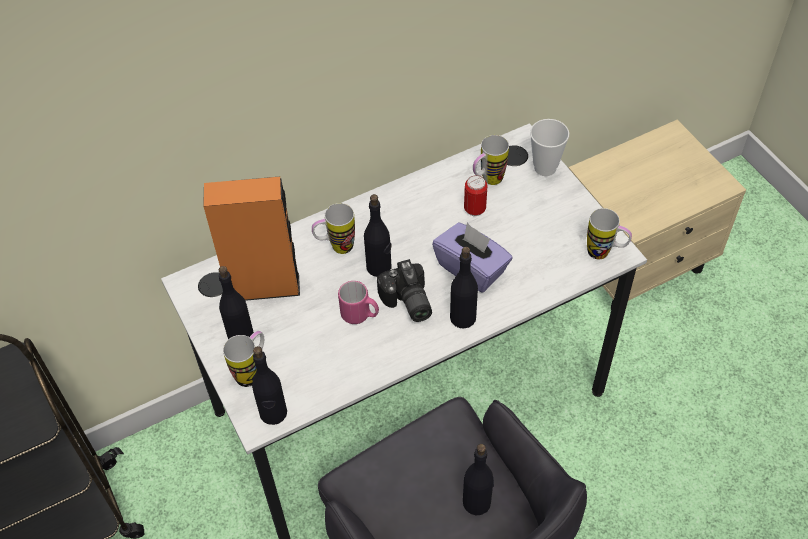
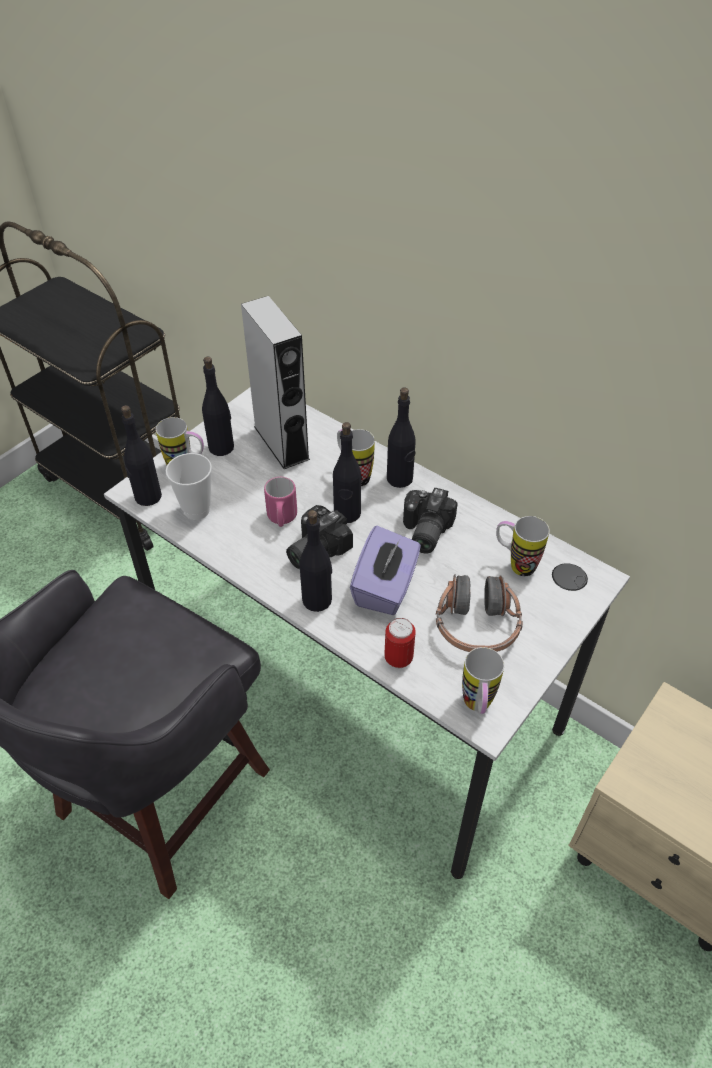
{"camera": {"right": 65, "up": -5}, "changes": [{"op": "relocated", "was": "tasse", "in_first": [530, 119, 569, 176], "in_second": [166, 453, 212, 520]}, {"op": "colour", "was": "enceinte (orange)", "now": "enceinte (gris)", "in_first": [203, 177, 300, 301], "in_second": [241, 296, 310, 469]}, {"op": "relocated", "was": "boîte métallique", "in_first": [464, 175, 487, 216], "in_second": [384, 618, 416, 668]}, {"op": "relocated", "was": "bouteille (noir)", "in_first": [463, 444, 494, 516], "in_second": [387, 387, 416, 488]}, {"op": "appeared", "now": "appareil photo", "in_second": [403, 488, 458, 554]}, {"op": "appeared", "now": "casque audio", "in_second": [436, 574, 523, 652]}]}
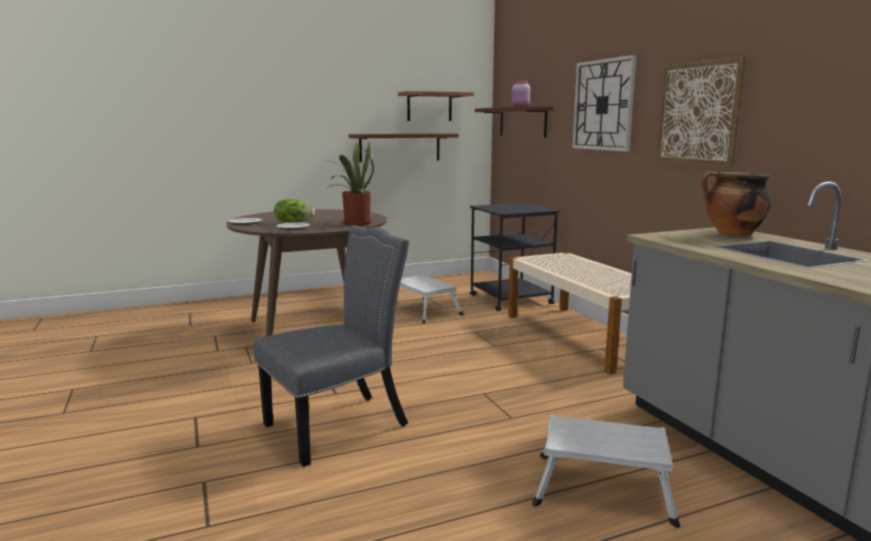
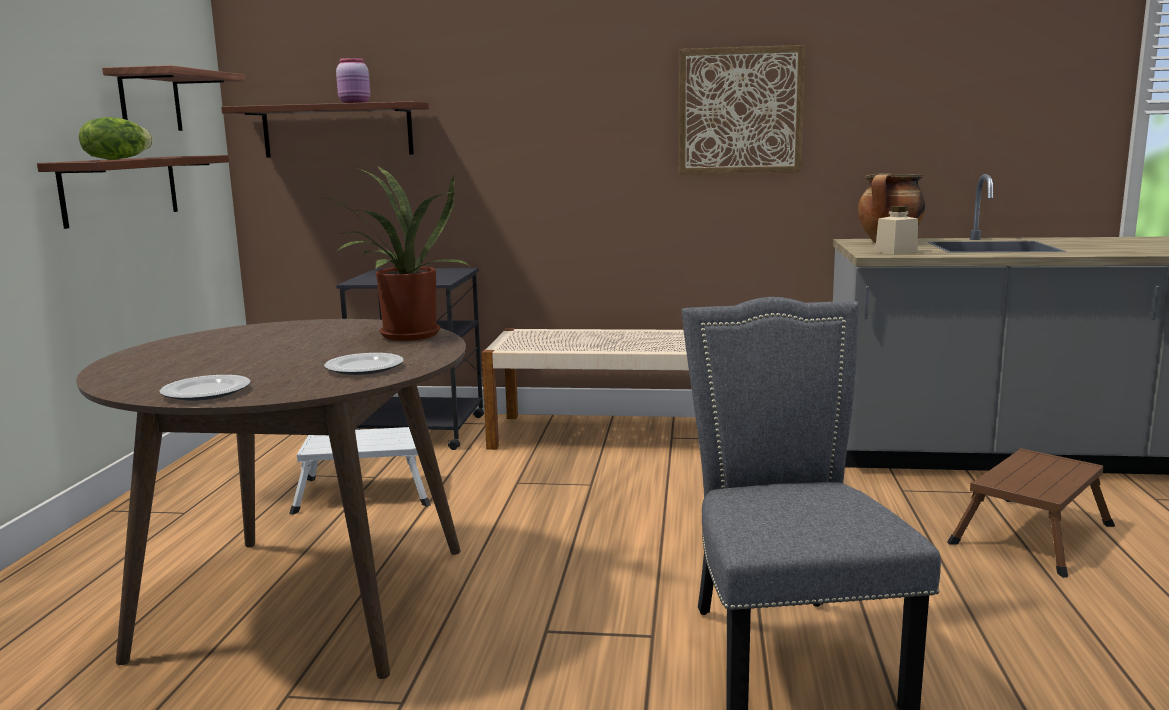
{"camera": {"right": -60, "up": 0}, "changes": [{"op": "relocated", "was": "laitue", "in_first": [274, 199, 315, 223], "in_second": [79, 117, 153, 160]}, {"op": "appeared", "now": "bocal (beige)", "in_second": [875, 206, 918, 254]}, {"op": "colour", "was": "escabeau (blanc)", "now": "escabeau (marron)", "in_first": [531, 415, 681, 528], "in_second": [947, 448, 1115, 578]}, {"op": "missing", "was": "horloge murale", "in_first": [573, 55, 637, 151]}]}
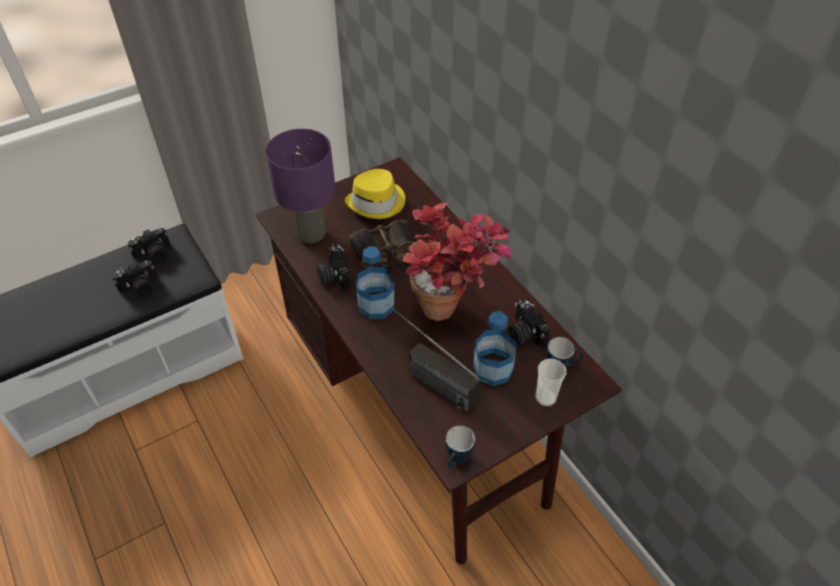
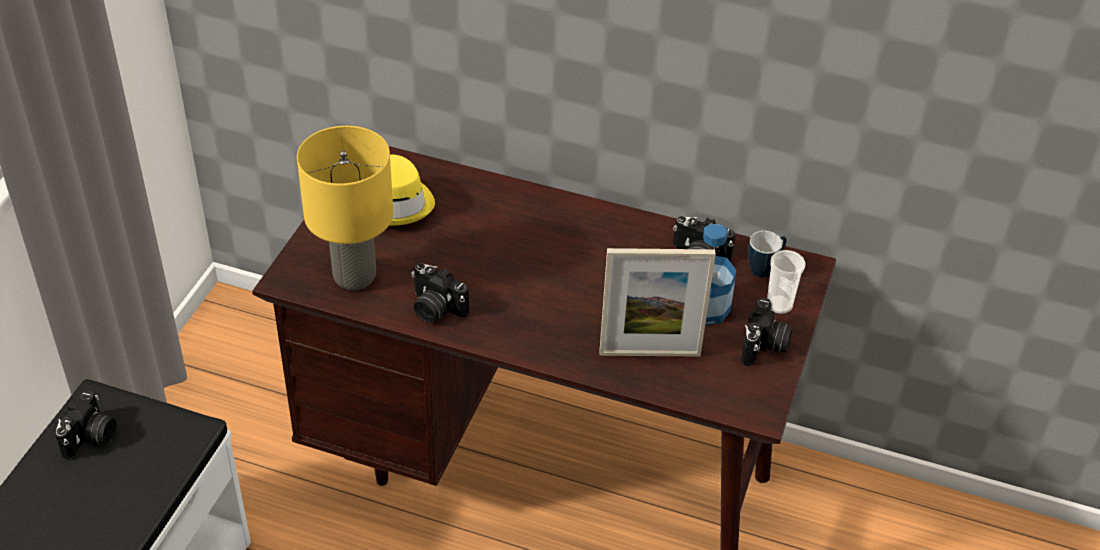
{"camera": {"right": -40, "up": -5}, "changes": [{"op": "colour", "was": "lampe de table (violet)", "now": "lampe de table (jaune)", "in_first": [266, 129, 336, 243], "in_second": [297, 126, 394, 291]}, {"op": "exchanged", "was": "radio", "now": "cadre photo", "in_first": [387, 303, 481, 412], "in_second": [599, 248, 716, 356]}, {"op": "relocated", "was": "appareil photo", "in_first": [112, 260, 157, 296], "in_second": [741, 298, 793, 366]}, {"op": "missing", "was": "jumelles", "in_first": [348, 220, 415, 272]}, {"op": "missing", "was": "bouteille", "in_first": [356, 246, 394, 319]}, {"op": "missing", "was": "plante en pot", "in_first": [403, 202, 512, 321]}, {"op": "missing", "was": "mug", "in_first": [446, 426, 475, 469]}]}
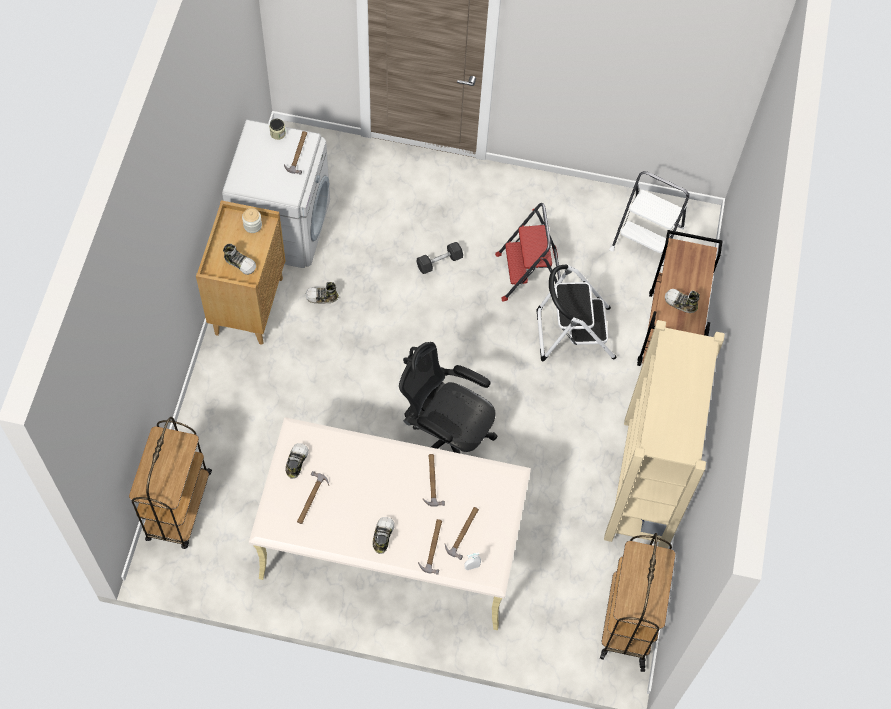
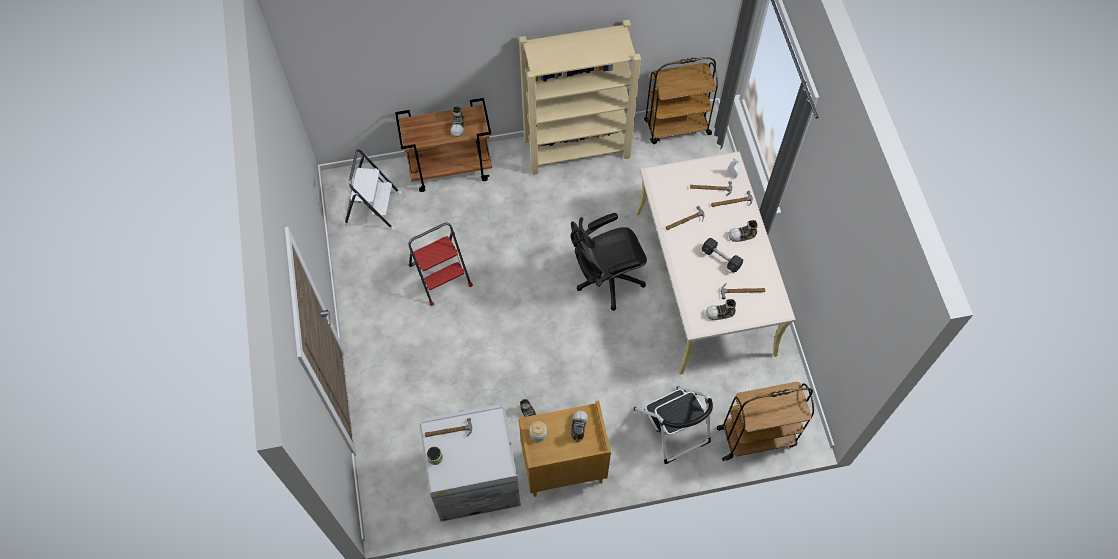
{"camera": {"right": -110, "up": 0}, "changes": [{"op": "spun", "was": "chaise de bureau", "in_first": [399, 342, 497, 454], "in_second": [571, 213, 647, 311], "clockwise": 60}, {"op": "relocated", "was": "escabeau", "in_first": [536, 265, 617, 362], "in_second": [634, 386, 713, 464]}, {"op": "relocated", "was": "haltère (gris)", "in_first": [417, 242, 463, 274], "in_second": [702, 238, 743, 272]}]}
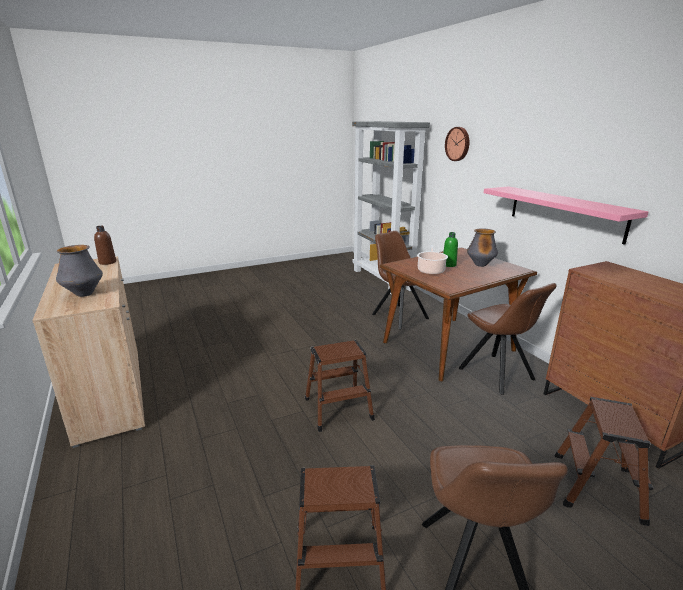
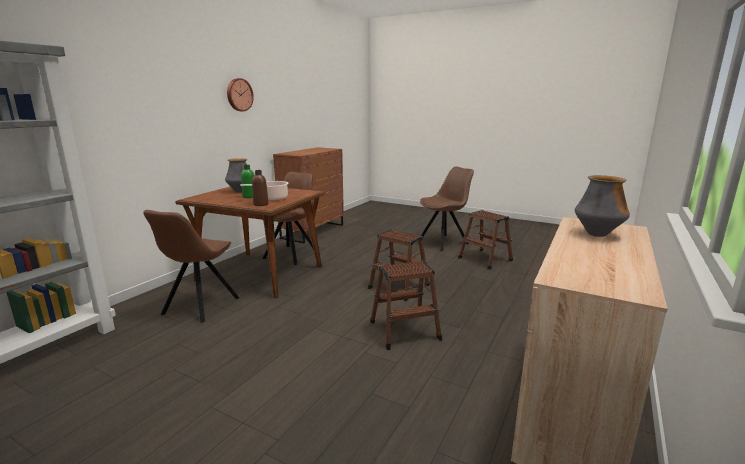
{"camera": {"right": -125, "up": -5}, "changes": [{"op": "relocated", "was": "horloge murale", "in_first": [445, 127, 469, 161], "in_second": [227, 78, 254, 111]}, {"op": "relocated", "was": "bouteille (marron)", "in_first": [94, 226, 116, 265], "in_second": [252, 170, 269, 206]}, {"op": "relocated", "was": "escabeau (marron)", "in_first": [554, 397, 654, 526], "in_second": [370, 261, 442, 350]}, {"op": "missing", "was": "étagère (rose)", "in_first": [484, 186, 648, 245]}]}
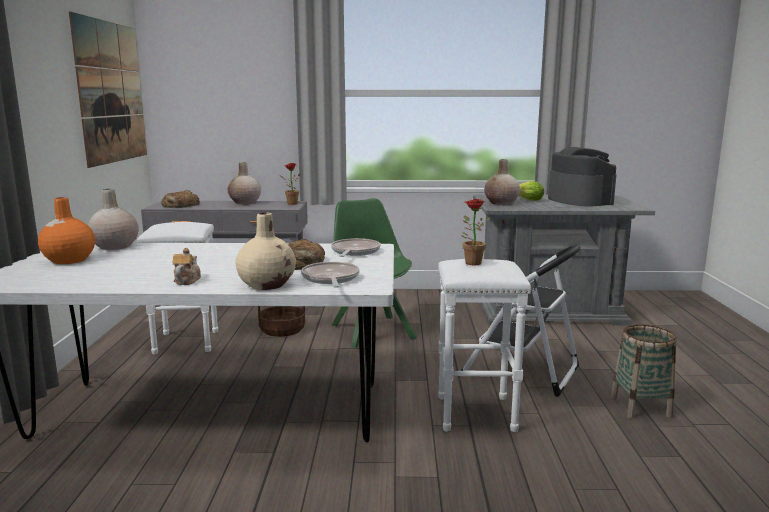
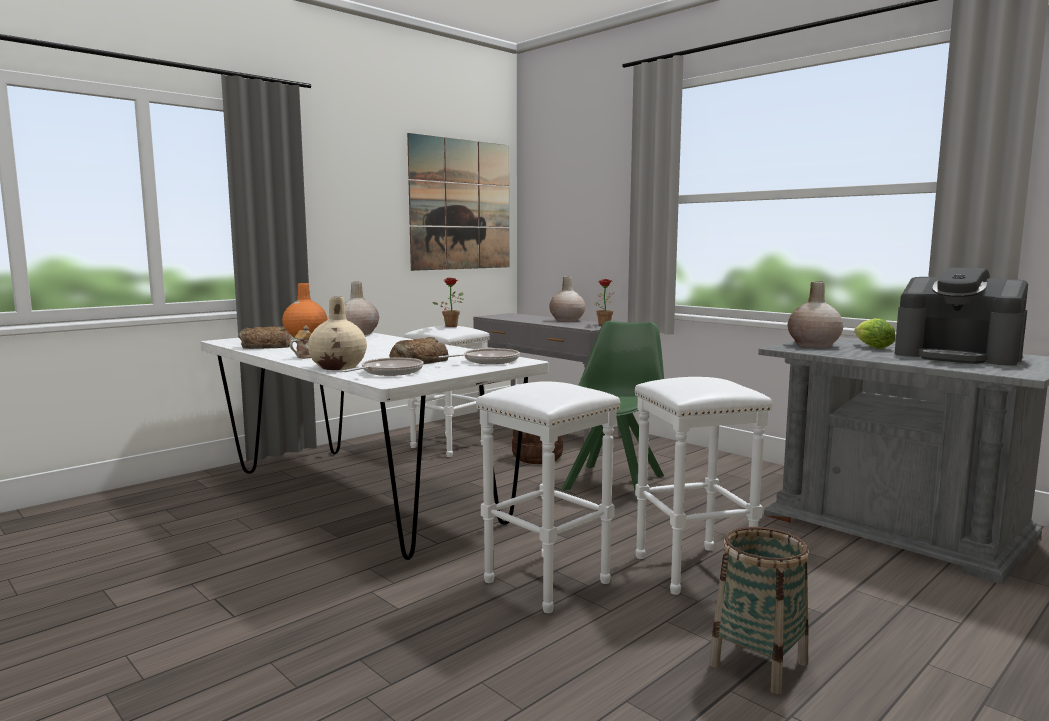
{"camera": {"right": 45, "up": -5}, "changes": [{"op": "relocated", "was": "pain", "in_first": [161, 190, 200, 208], "in_second": [238, 326, 292, 349]}, {"op": "relocated", "was": "plante en pot", "in_first": [461, 199, 491, 265], "in_second": [432, 277, 464, 327]}, {"op": "exchanged", "was": "escabeau", "now": "tabouret (blanc)", "in_first": [461, 244, 580, 397], "in_second": [635, 377, 772, 595]}, {"op": "spun", "was": "machine à café", "in_first": [548, 147, 617, 206], "in_second": [895, 268, 1028, 365], "clockwise": 105}]}
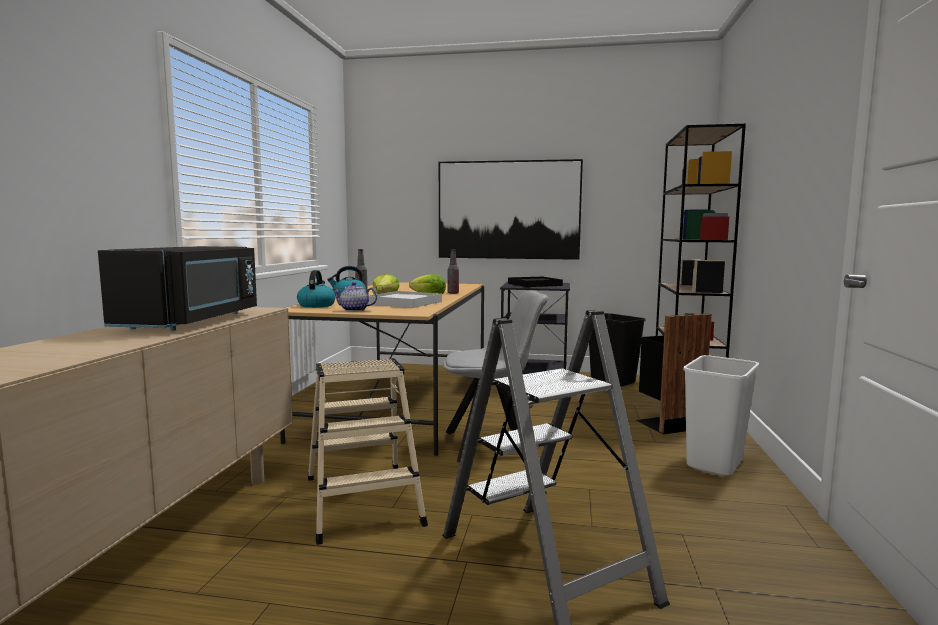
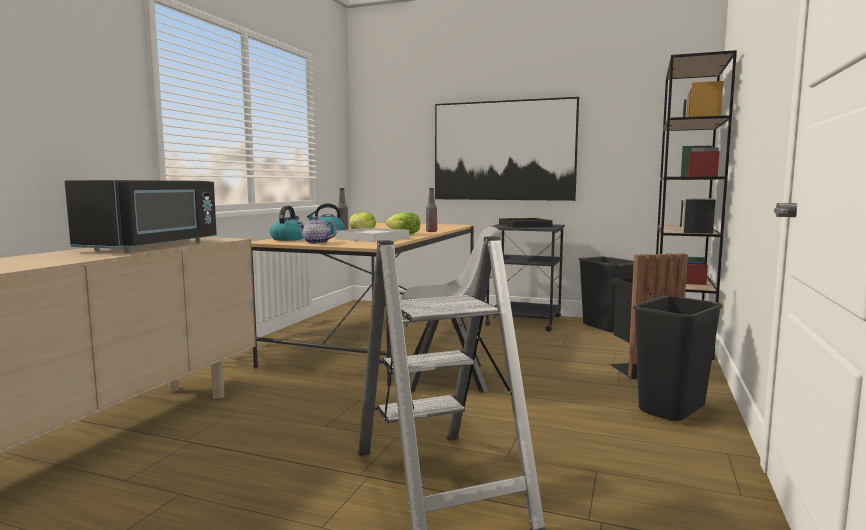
{"camera": {"right": 10, "up": 0}, "changes": [{"op": "colour", "was": "poubelle (blanc)", "now": "poubelle (noir)", "in_first": [683, 355, 759, 476], "in_second": [633, 296, 723, 421]}, {"op": "missing", "was": "escabeau (beige)", "in_first": [308, 358, 428, 545]}]}
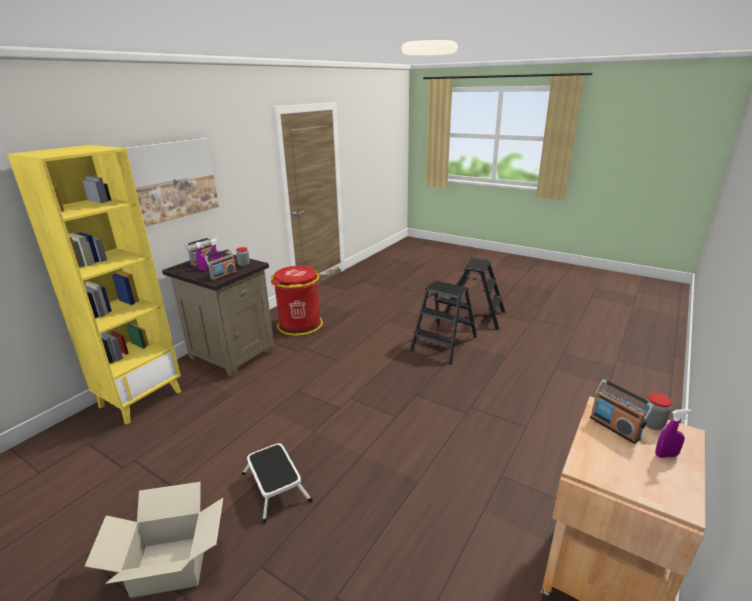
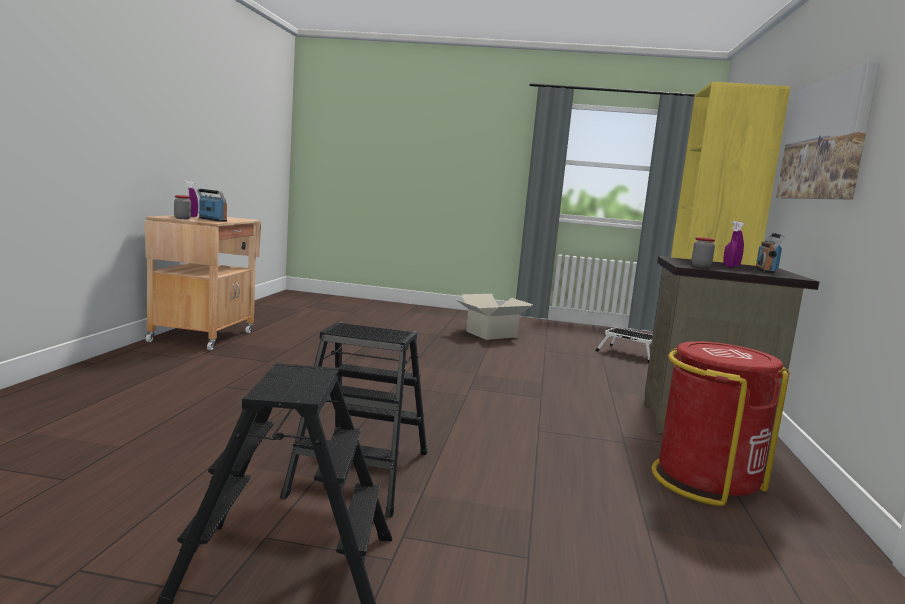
{"camera": {"right": 155, "up": -15}, "changes": [{"op": "relocated", "was": "escabeau (noir)", "in_first": [242, 443, 313, 524], "in_second": [595, 328, 653, 363]}, {"op": "missing", "was": "radio", "in_first": [204, 249, 237, 281]}]}
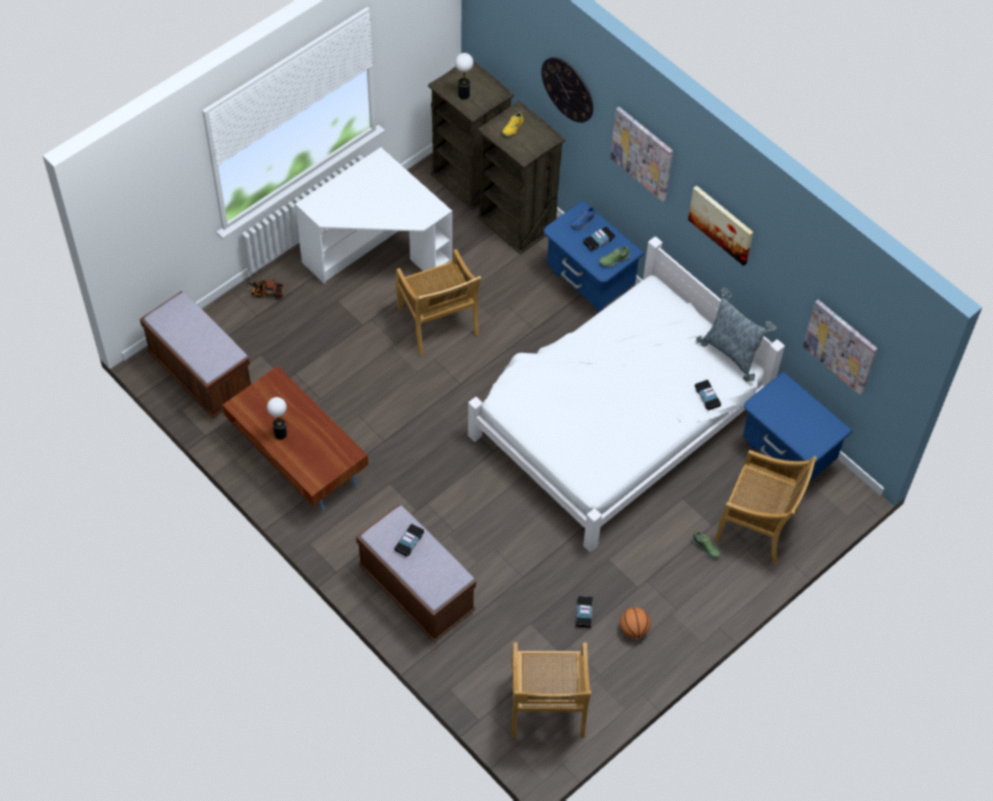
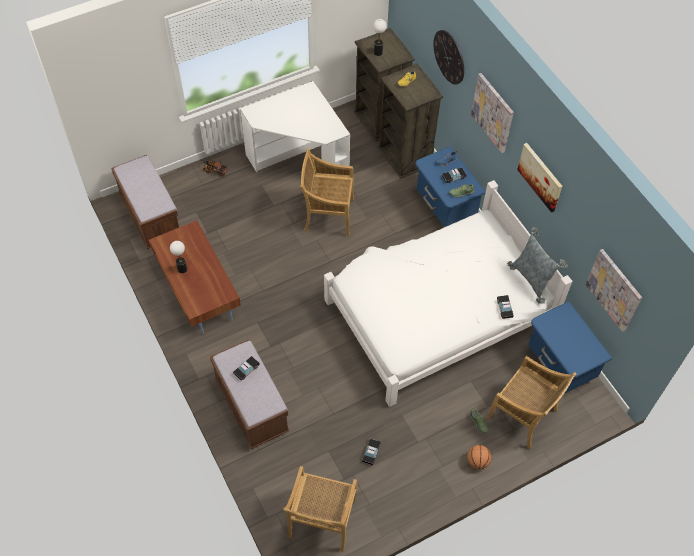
{"camera": {"right": 15, "up": 0}, "changes": [{"op": "spun", "was": "chaise (beige)", "in_first": [396, 249, 481, 355], "in_second": [300, 148, 354, 236], "clockwise": 105}, {"op": "relocated", "was": "ballon de basket", "in_first": [620, 607, 651, 639], "in_second": [467, 445, 491, 469]}]}
